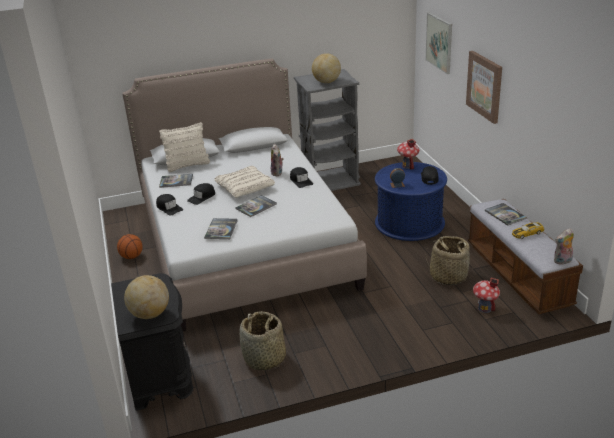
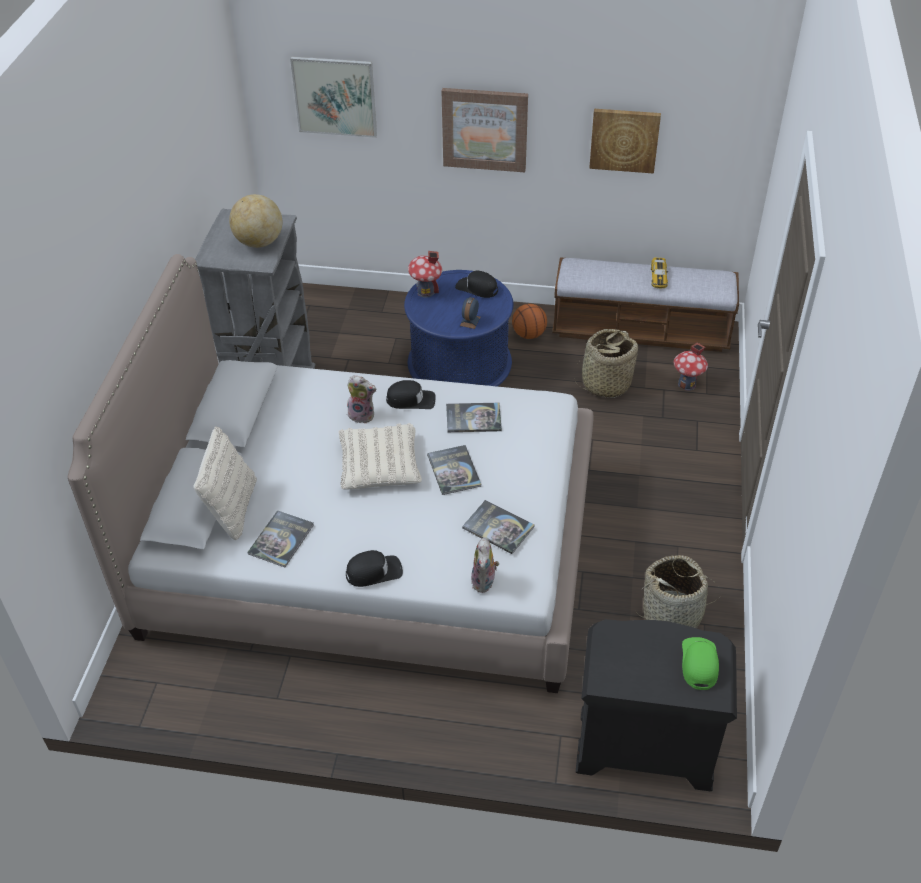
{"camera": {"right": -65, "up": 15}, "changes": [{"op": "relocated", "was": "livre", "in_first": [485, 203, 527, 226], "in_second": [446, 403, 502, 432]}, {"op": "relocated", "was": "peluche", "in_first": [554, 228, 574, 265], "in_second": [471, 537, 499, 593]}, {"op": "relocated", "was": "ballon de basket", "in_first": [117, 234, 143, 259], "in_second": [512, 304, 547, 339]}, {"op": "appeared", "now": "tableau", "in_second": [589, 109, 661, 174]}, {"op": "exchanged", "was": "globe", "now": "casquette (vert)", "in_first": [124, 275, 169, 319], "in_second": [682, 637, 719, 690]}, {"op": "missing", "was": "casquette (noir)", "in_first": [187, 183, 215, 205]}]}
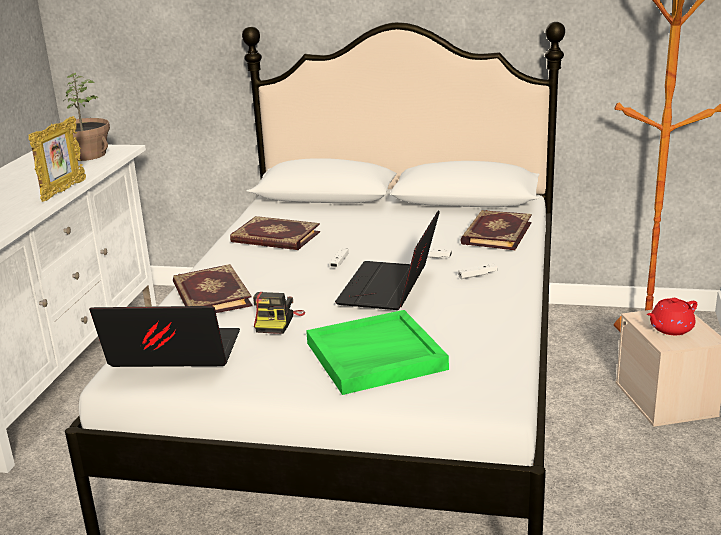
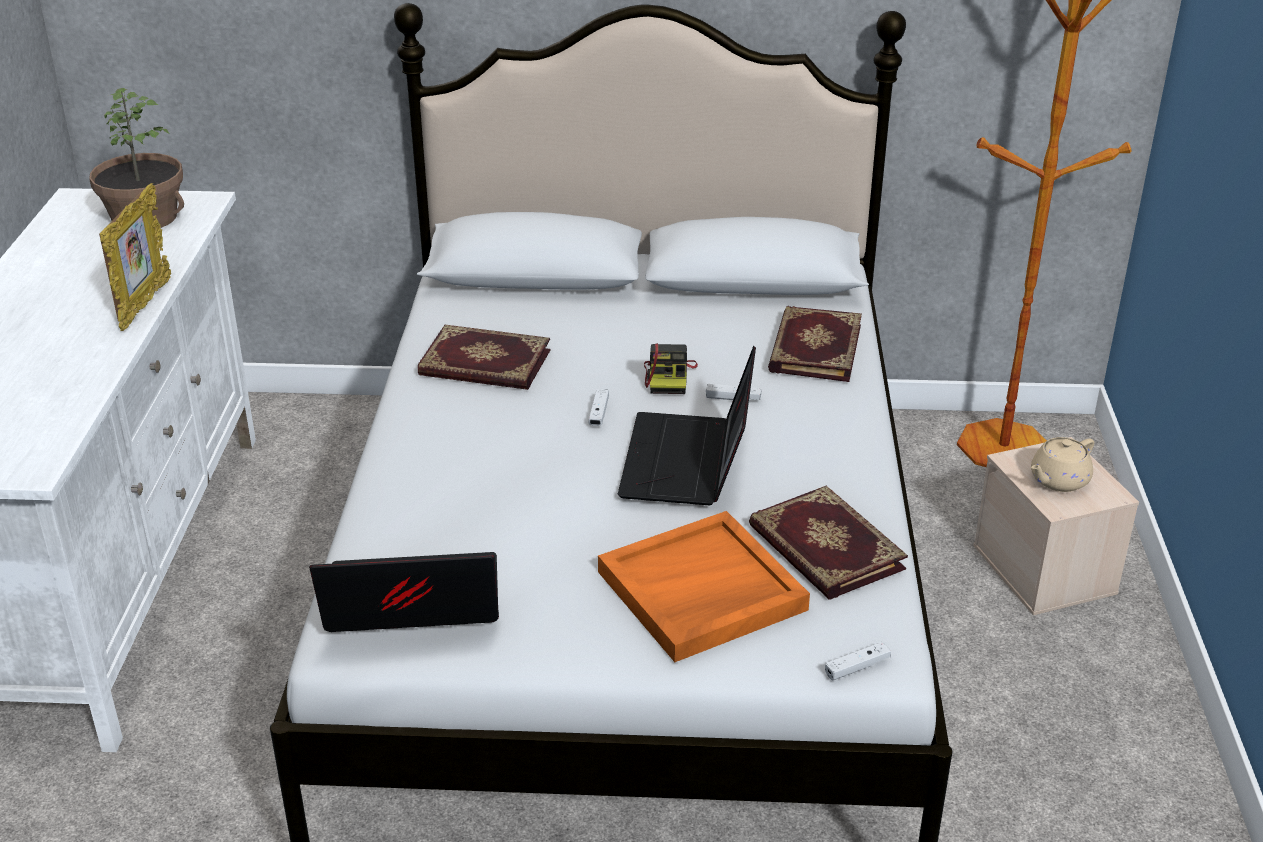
{"camera": {"right": -10, "up": 10}, "changes": [{"op": "colour", "was": "plateau (vert)", "now": "plateau (orange)", "in_first": [306, 310, 449, 395], "in_second": [598, 511, 810, 662]}, {"op": "relocated", "was": "appareil photo", "in_first": [253, 292, 305, 334], "in_second": [644, 343, 698, 394]}, {"op": "relocated", "was": "livre", "in_first": [173, 264, 253, 313], "in_second": [749, 486, 908, 600]}, {"op": "relocated", "was": "manette (blanc)", "in_first": [458, 263, 497, 279], "in_second": [825, 642, 891, 680]}, {"op": "colour", "was": "théière (rouge)", "now": "théière (beige)", "in_first": [647, 298, 697, 335], "in_second": [1031, 437, 1094, 492]}]}
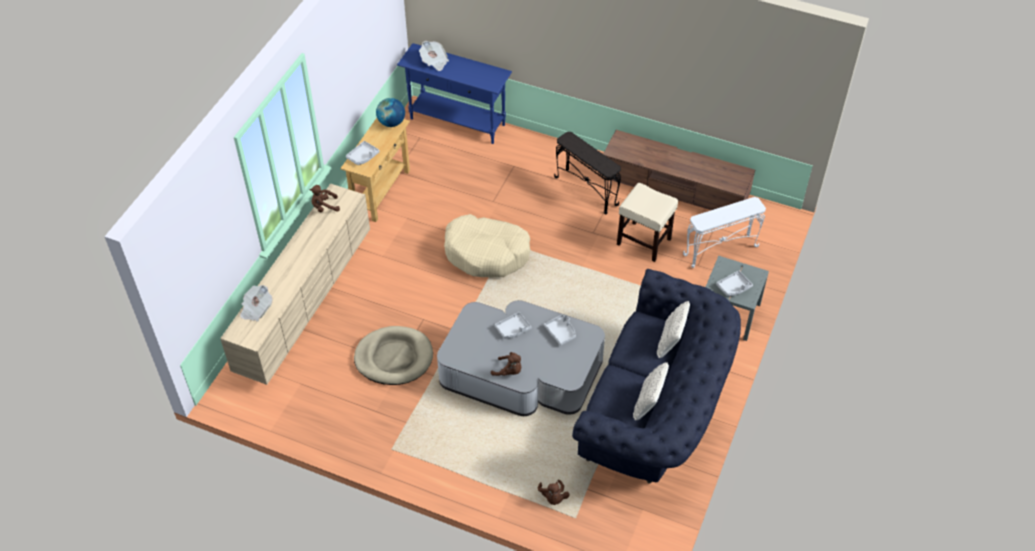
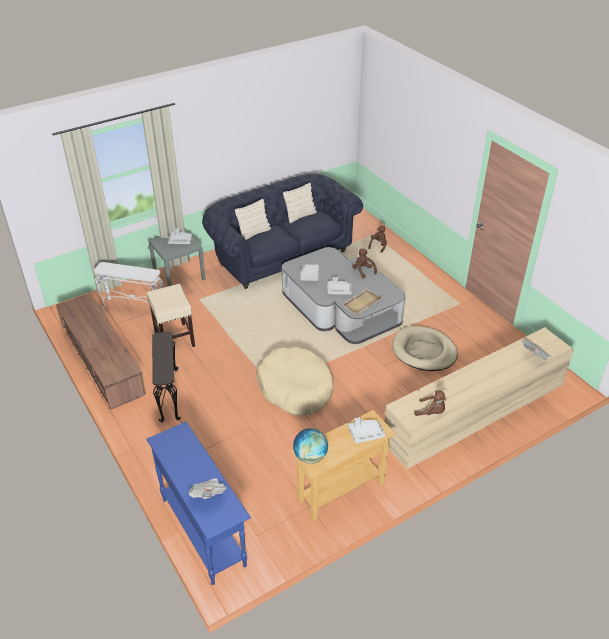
{"camera": {"right": -145, "up": -10}, "changes": [{"op": "appeared", "now": "plateau (beige)", "in_second": [340, 288, 383, 315]}]}
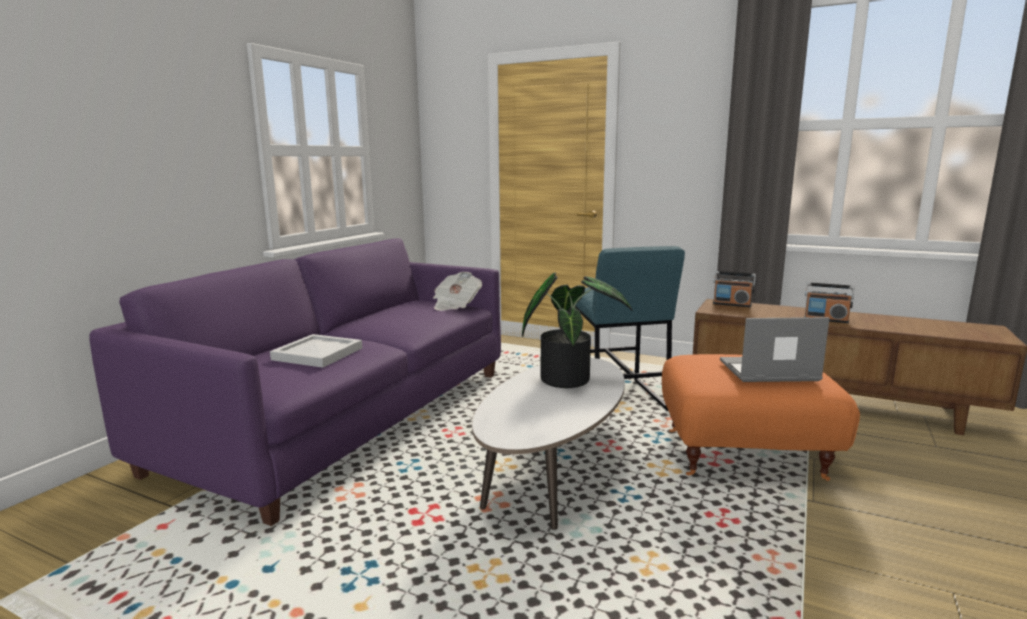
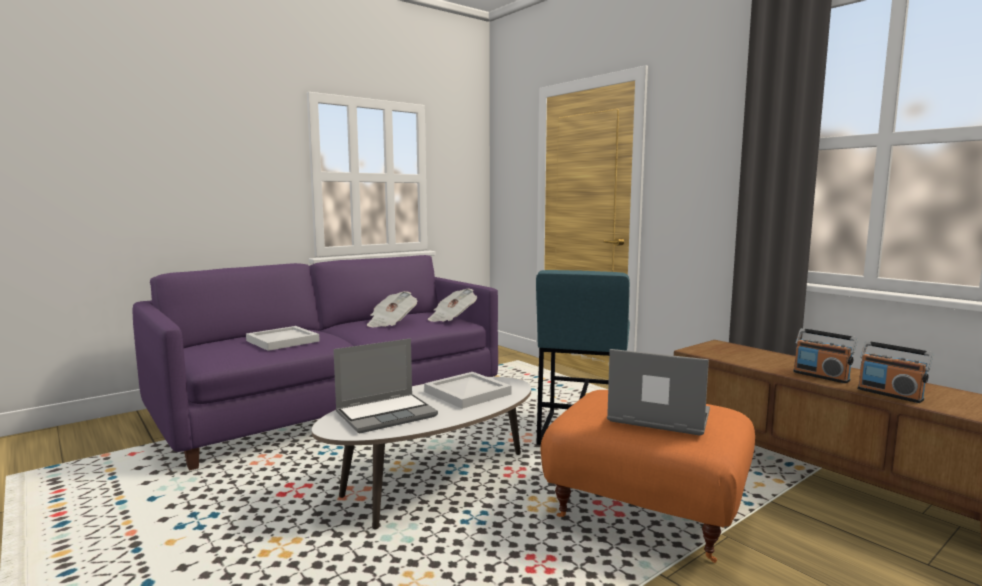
{"camera": {"right": 25, "up": -5}, "changes": [{"op": "appeared", "now": "ordinateur portable", "in_second": [333, 338, 438, 433]}, {"op": "appeared", "now": "journal", "in_second": [367, 291, 417, 327]}, {"op": "exchanged", "was": "plante en pot", "now": "plateau (blanc)", "in_first": [522, 272, 632, 388], "in_second": [424, 372, 512, 409]}, {"op": "relocated", "was": "radio", "in_first": [713, 271, 756, 307], "in_second": [858, 341, 933, 403]}]}
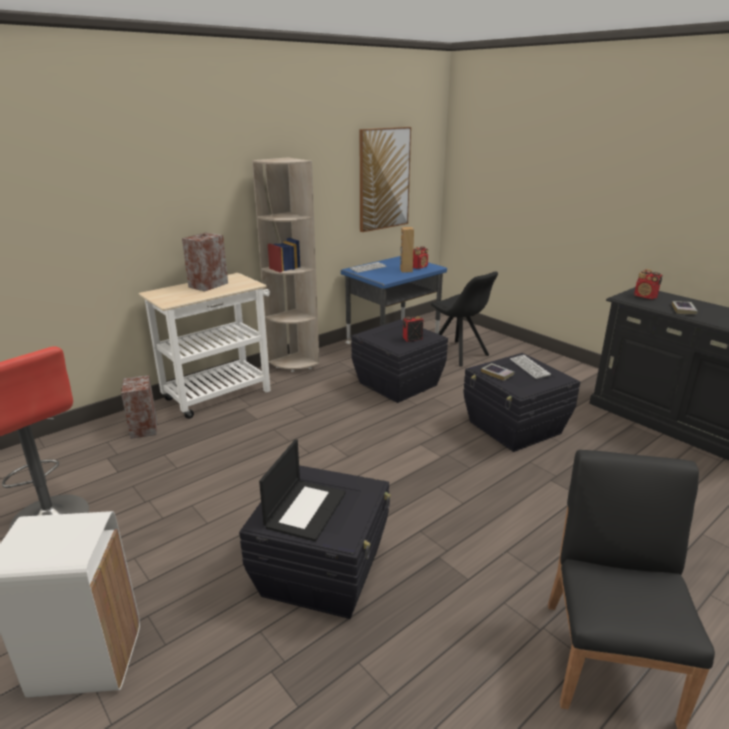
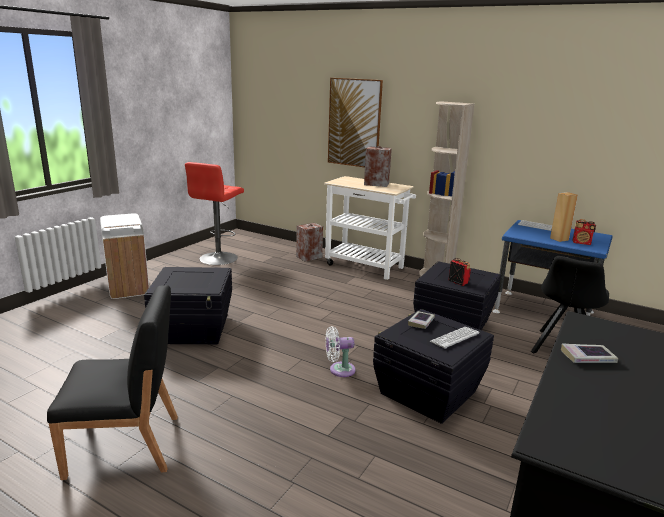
{"camera": {"right": 70, "up": -5}, "changes": [{"op": "appeared", "now": "ventilateur (blanc)", "in_second": [326, 326, 356, 377]}, {"op": "relocated", "was": "tableau", "in_first": [360, 127, 411, 232], "in_second": [328, 78, 383, 167]}, {"op": "missing", "was": "ordinateur portable", "in_first": [259, 439, 346, 542]}, {"op": "missing", "was": "radio", "in_first": [634, 269, 662, 300]}]}
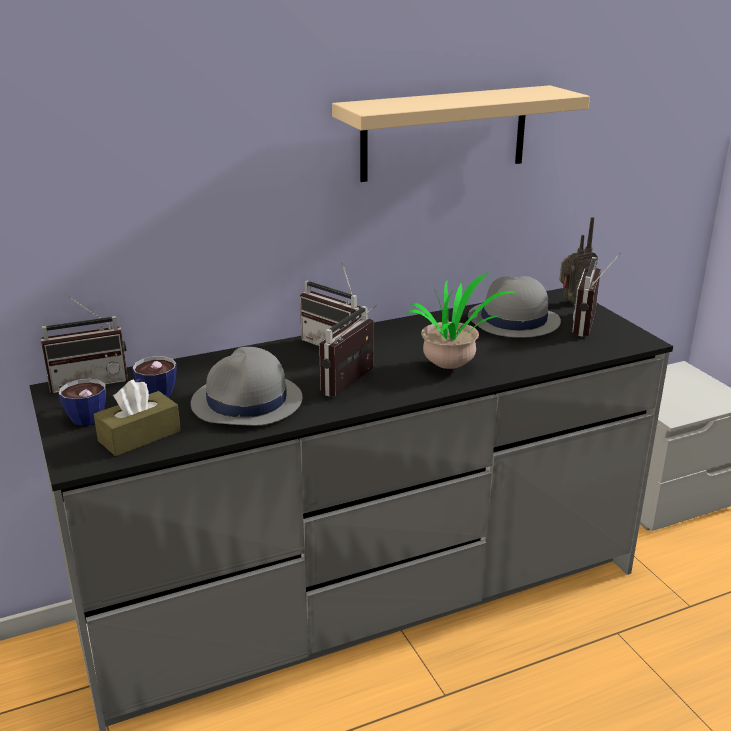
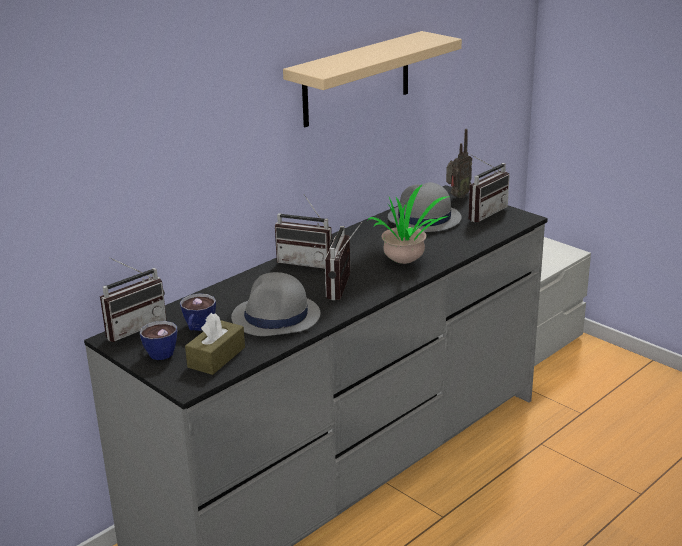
{"camera": {"right": -20, "up": 0}, "changes": [{"op": "spun", "was": "radio", "in_first": [572, 252, 622, 336], "in_second": [469, 155, 510, 222], "clockwise": -135}]}
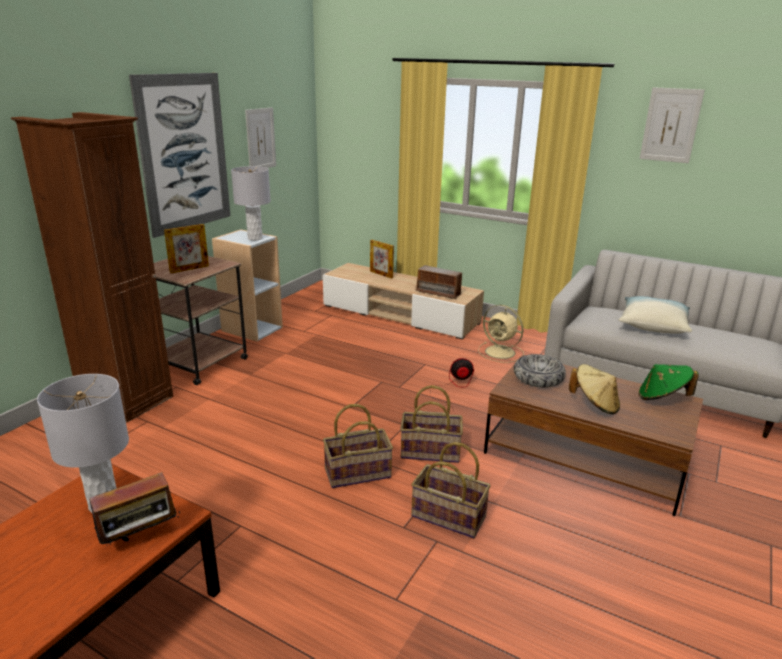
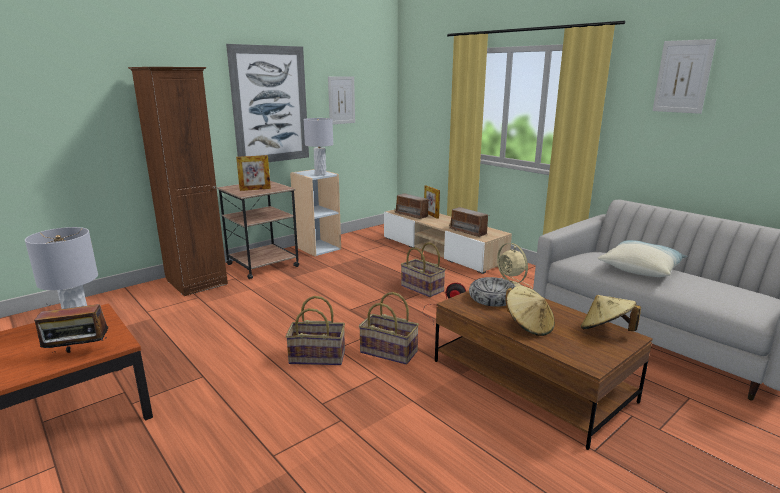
{"camera": {"right": 20, "up": -5}, "changes": [{"op": "appeared", "now": "radio", "in_second": [395, 193, 429, 219]}, {"op": "relocated", "was": "panier", "in_first": [411, 442, 491, 538], "in_second": [401, 243, 446, 297]}, {"op": "colour", "was": "chapeau (vert)", "now": "chapeau (beige)", "in_first": [639, 364, 699, 400], "in_second": [581, 295, 641, 331]}]}
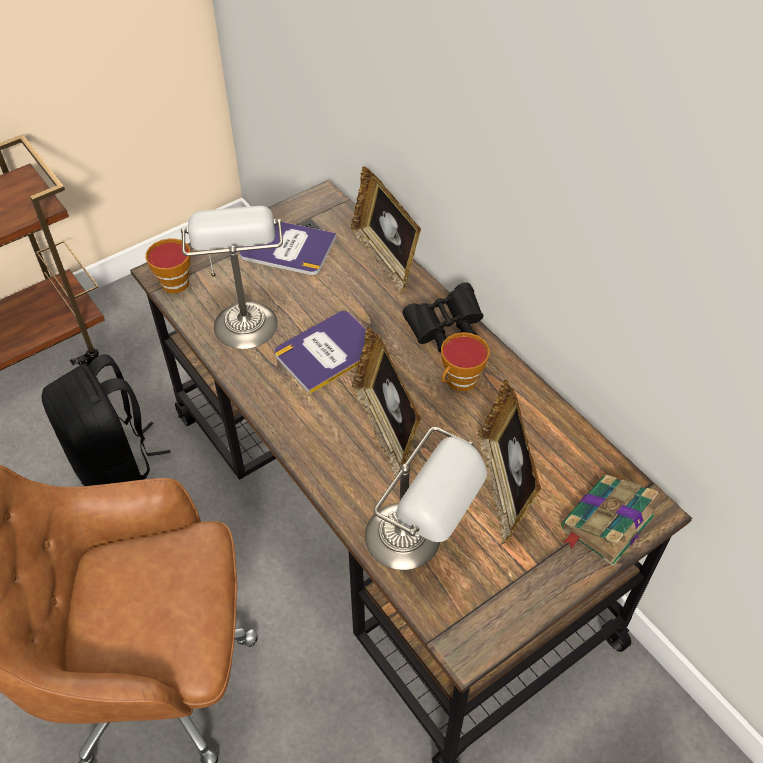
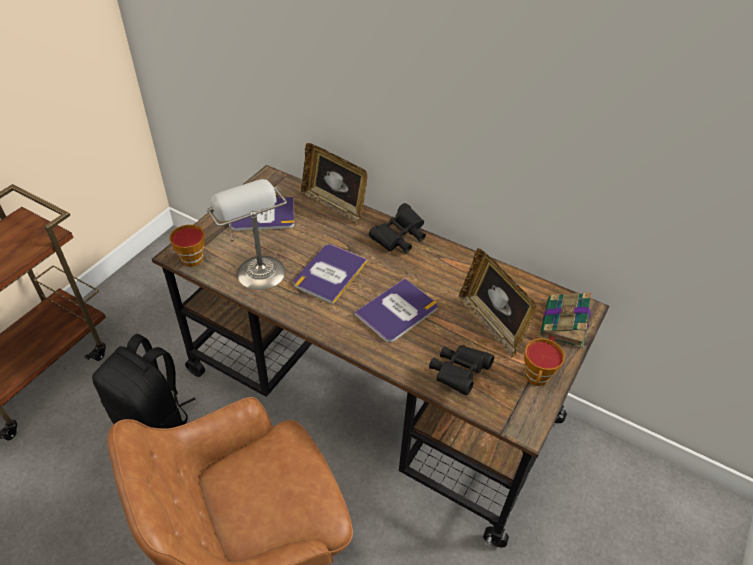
{"camera": {"right": -25, "up": -5}, "changes": [{"op": "exchanged", "was": "cadre photo", "now": "livre", "in_first": [352, 326, 421, 479], "in_second": [354, 278, 438, 343]}, {"op": "exchanged", "was": "lampe de table (blanc)", "now": "jumelles (noir)", "in_first": [365, 427, 487, 570], "in_second": [429, 345, 494, 395]}, {"op": "relocated", "was": "tasse", "in_first": [441, 332, 490, 391], "in_second": [524, 338, 565, 386]}]}
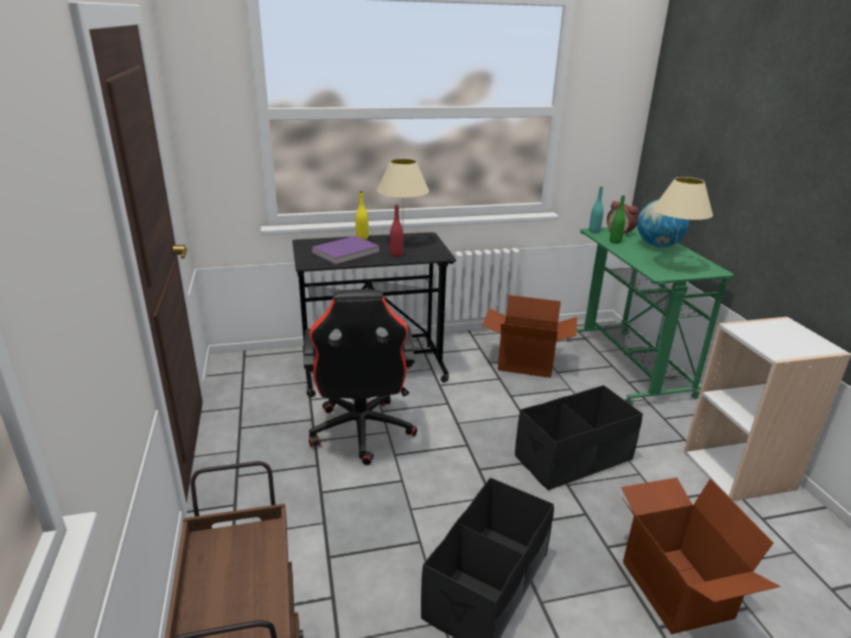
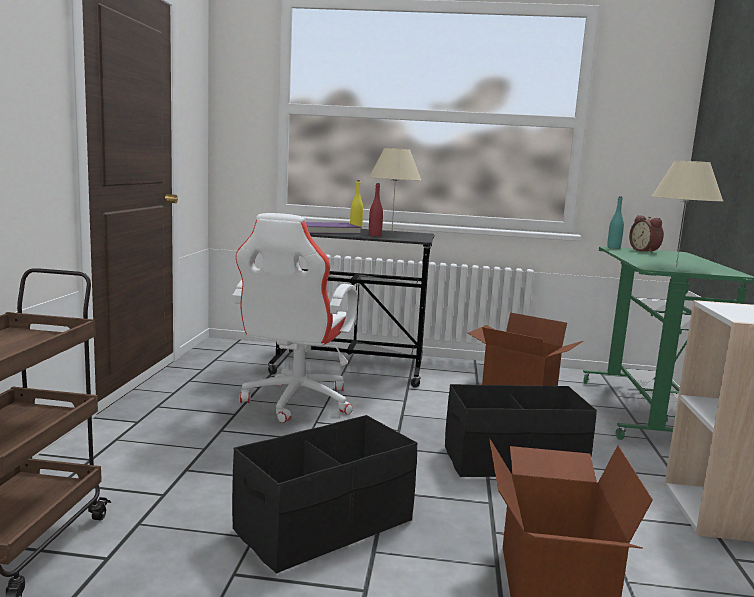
{"camera": {"right": 20, "up": -15}, "changes": [{"op": "colour", "was": "chaise de bureau (noir)", "now": "chaise de bureau (blanc)", "in_first": [304, 289, 417, 465], "in_second": [232, 213, 358, 423]}, {"op": "missing", "was": "bouteille (vert)", "in_first": [610, 195, 625, 244]}, {"op": "missing", "was": "globe", "in_first": [637, 199, 689, 248]}]}
